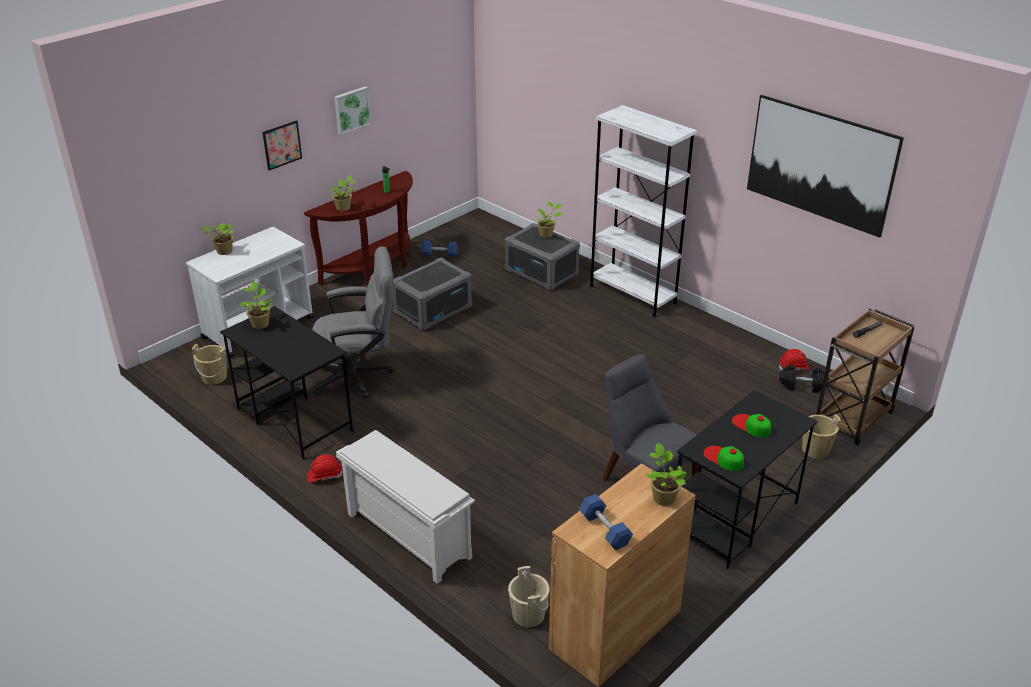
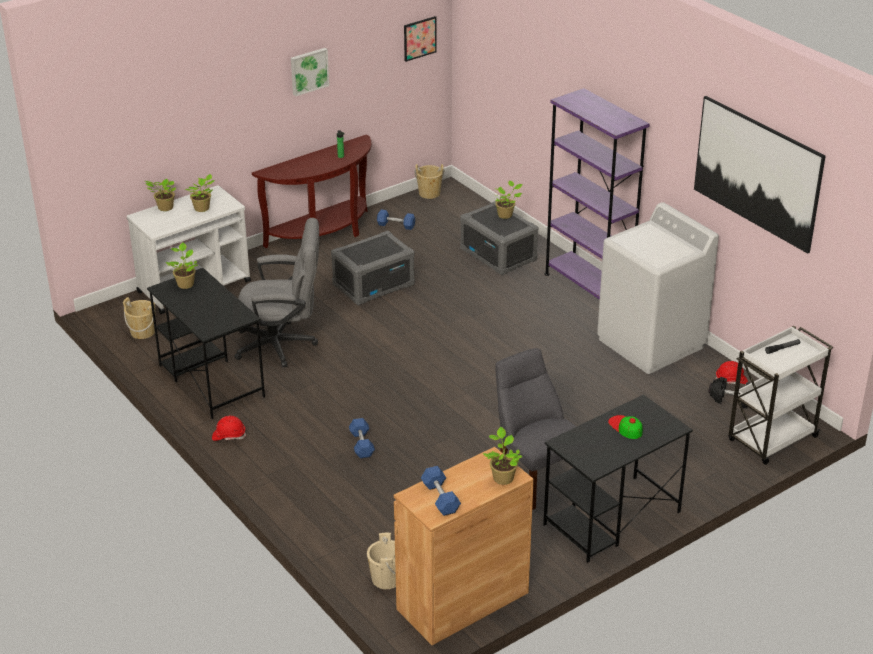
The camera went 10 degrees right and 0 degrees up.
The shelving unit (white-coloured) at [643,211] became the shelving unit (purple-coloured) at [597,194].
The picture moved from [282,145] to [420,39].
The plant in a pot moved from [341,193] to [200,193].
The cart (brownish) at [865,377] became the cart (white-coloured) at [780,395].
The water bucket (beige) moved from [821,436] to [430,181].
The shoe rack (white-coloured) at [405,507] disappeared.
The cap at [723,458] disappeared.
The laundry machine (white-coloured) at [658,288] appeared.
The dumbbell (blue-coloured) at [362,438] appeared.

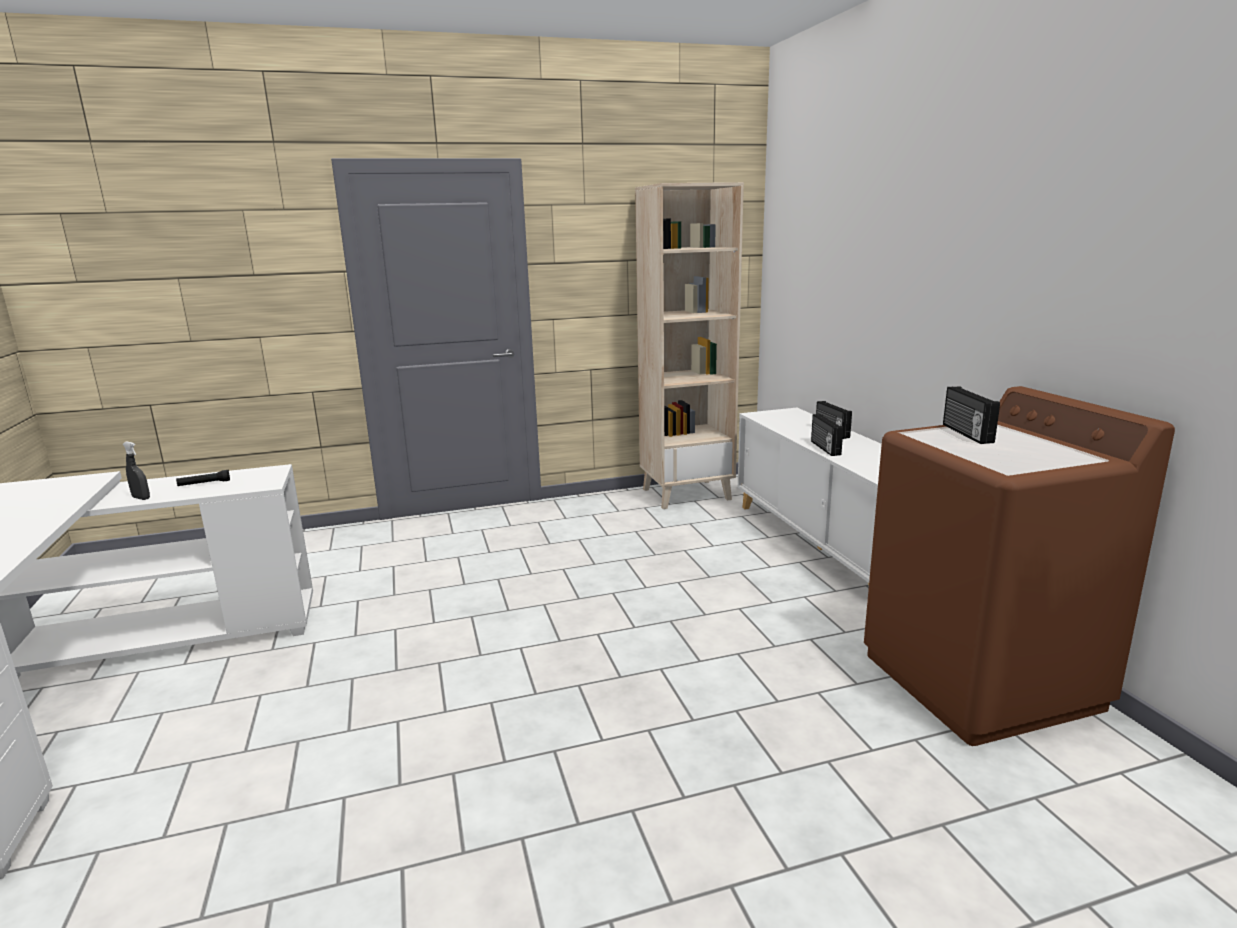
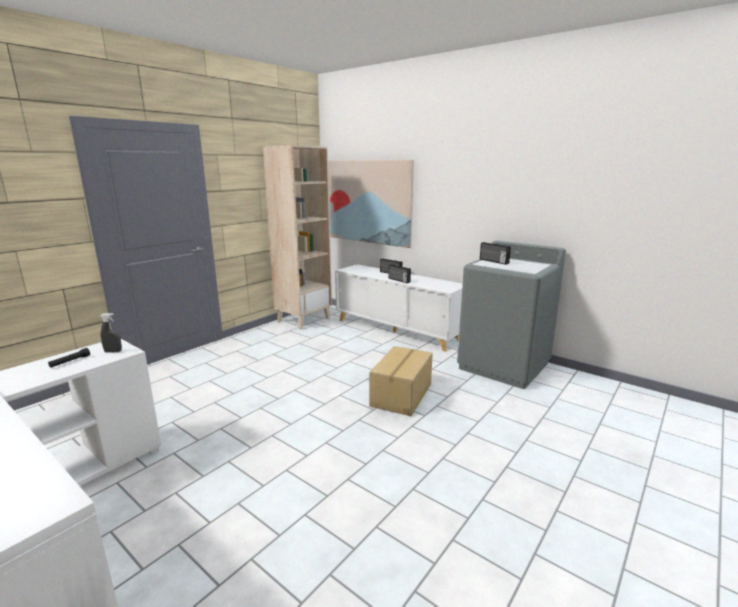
The camera went 35 degrees left and 0 degrees up.
The laundry machine (brownish) at [1019,566] became the laundry machine (gray) at [511,315].
The spray bottle (gray) moved from [136,470] to [111,333].
The picture at [371,204] appeared.
The cardboard box at [401,381] appeared.

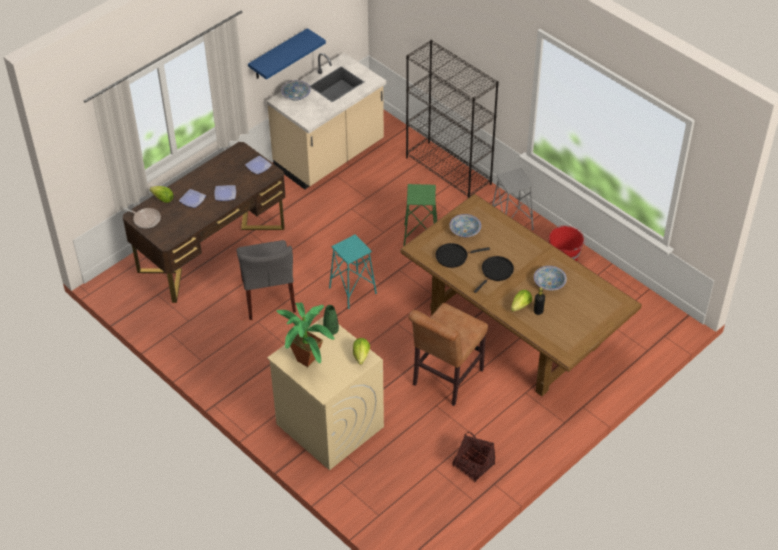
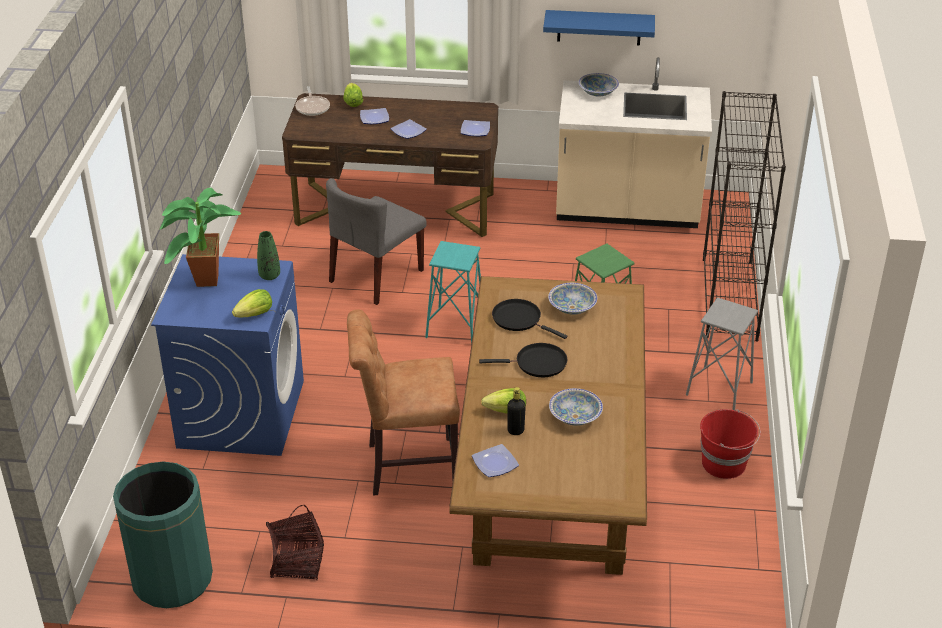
The camera went 50 degrees right and 10 degrees down.
The laundry machine (beige) at [325,393] became the laundry machine (blue-coloured) at [227,355].
The flat dish at [495,460] appeared.
The waste bin (green) at [163,535] appeared.

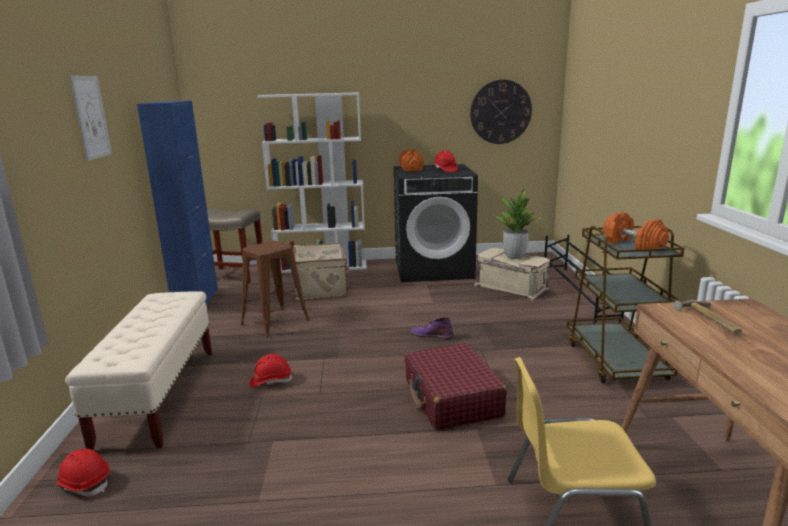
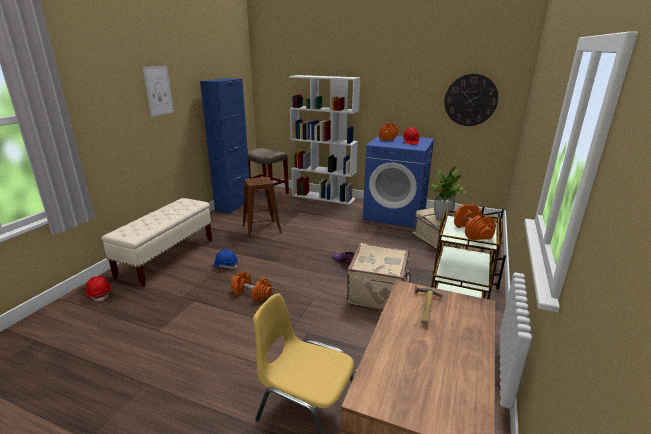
The camera went 25 degrees right and 5 degrees up.
The laundry machine (blackish) at [436,223] became the laundry machine (blue-coloured) at [398,181].
The travel case (beige) moved from [321,271] to [379,276].
The travel case (red) at [456,386] disappeared.
The work helmet (red) at [271,371] became the work helmet (blue-coloured) at [225,259].
The dumbbell (orange-coloured) at [251,286] appeared.

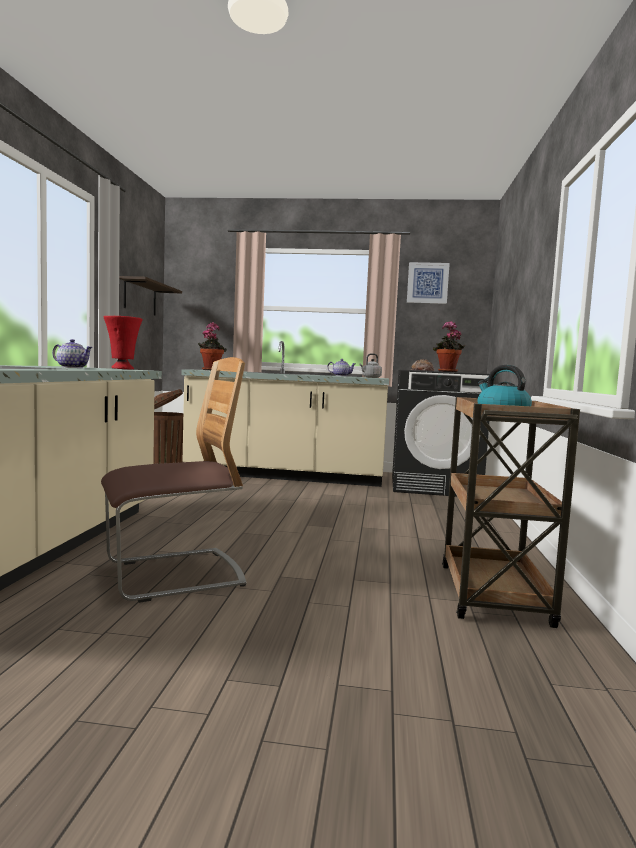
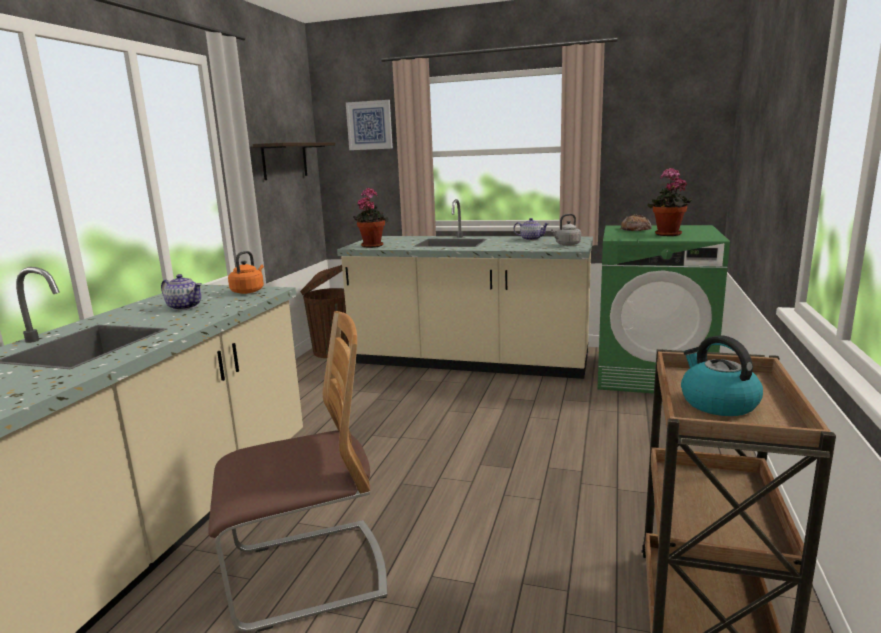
The camera went 10 degrees right and 10 degrees up.
The picture moved from [428,283] to [369,125].
The flower vase (red) at [123,342] was replaced by the water kettle (orange-coloured) at [246,272].
The laundry machine (blackish) at [441,433] became the laundry machine (green) at [664,309].

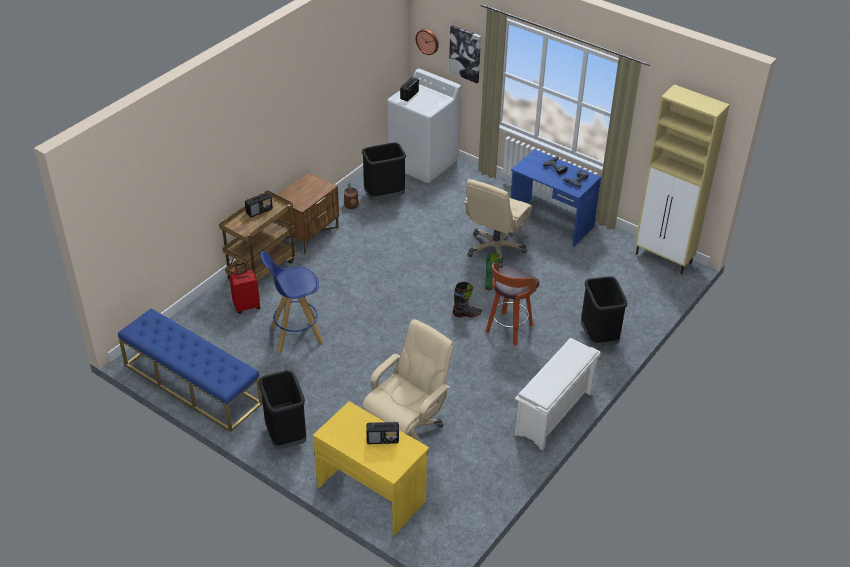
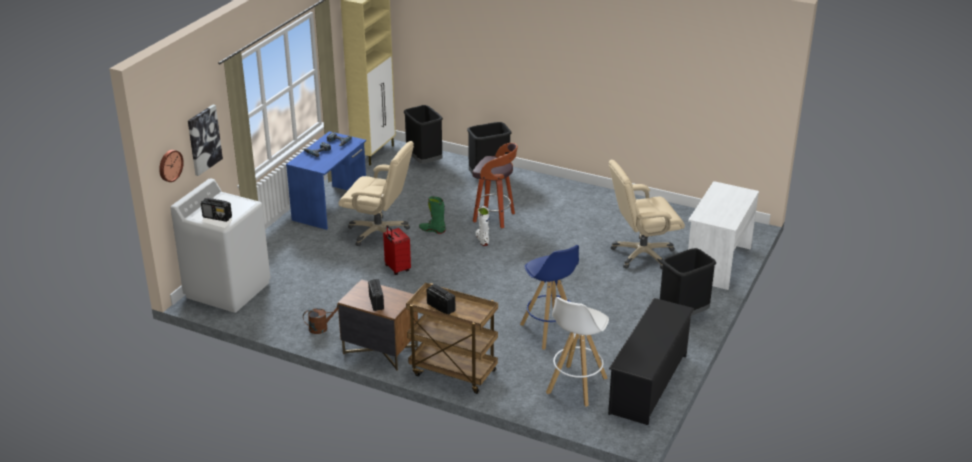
The camera went 100 degrees left and 10 degrees down.
The waste bin (blackish) moved from [384,171] to [423,134].
The travel case (red) moved from [245,288] to [397,250].
The boot (blackish) at [467,299] became the boot (white-coloured) at [482,226].
The long seat (blue-coloured) at [190,370] was replaced by the shoe rack (blackish) at [651,361].
The desk chair (beige) at [407,387] turned 45 degrees counterclockwise.
The shoe rack (white-coloured) at [558,394] disappeared.
The desk unit (yellowish) at [371,468] became the desk unit (white-coloured) at [723,235].
The radio receiver moved from [382,433] to [376,295].
The stool (white-coloured) at [577,352] appeared.

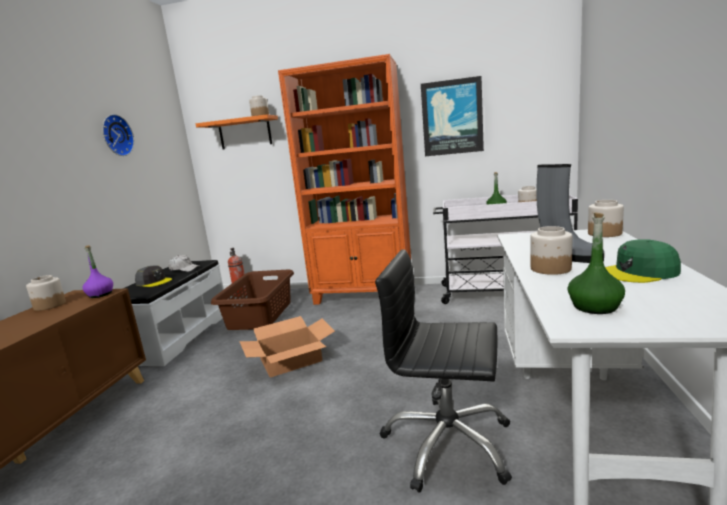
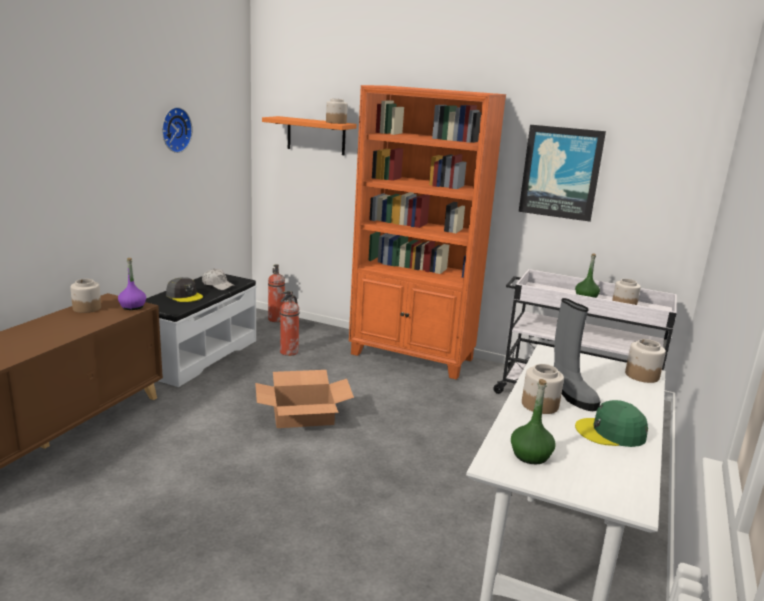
The camera went 10 degrees right and 5 degrees up.
The desk chair (blackish) at [443,371] disappeared.
The washing basket (brownish) at [252,300] was replaced by the fire extinguisher at [289,323].

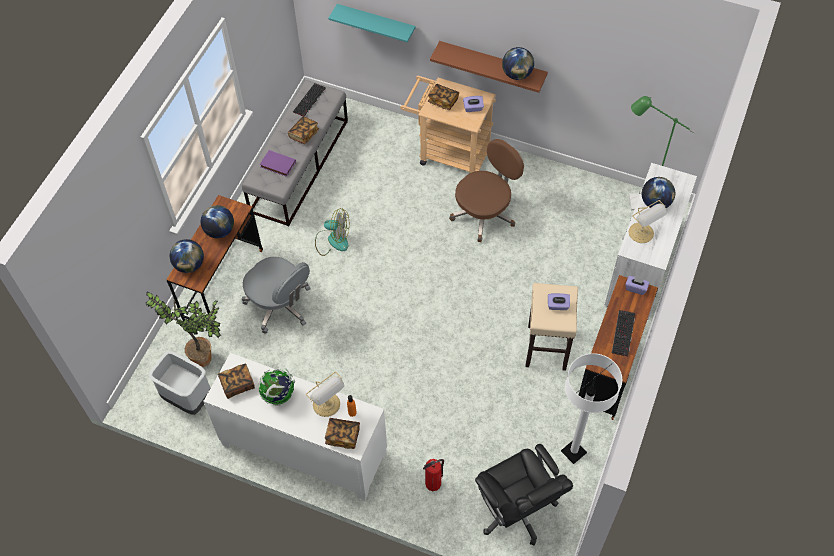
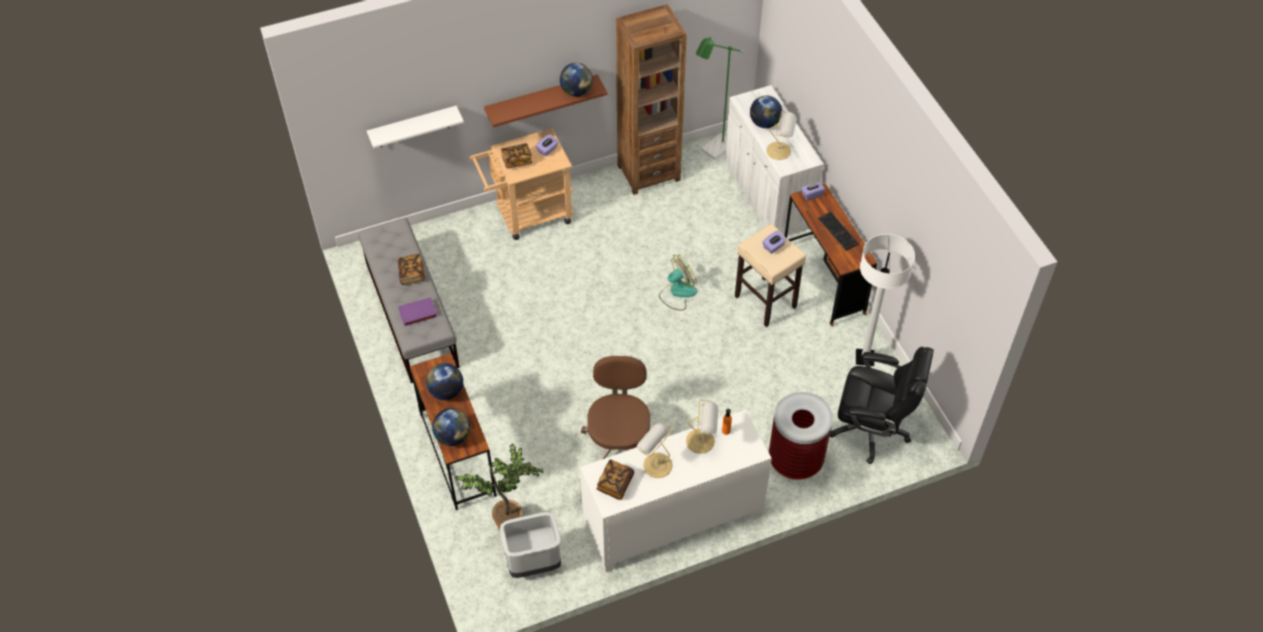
The camera went 45 degrees left and 5 degrees down.
The shelf (blue-green) at [372,23] became the shelf (white-coloured) at [415,127].
The computer keyboard at [309,100] disappeared.
The desk chair (brownish) moved from [486,190] to [616,408].
The cooling fan moved from [332,232] to [678,283].
The desk chair (gray) at [276,295] disappeared.
The desk globe at [276,387] was replaced by the tabletop lamp at [655,450].
The bound book at [342,433] disappeared.
The fire extinguisher at [433,475] was replaced by the waste bin at [801,436].
The shelving unit (brownish) at [651,99] appeared.

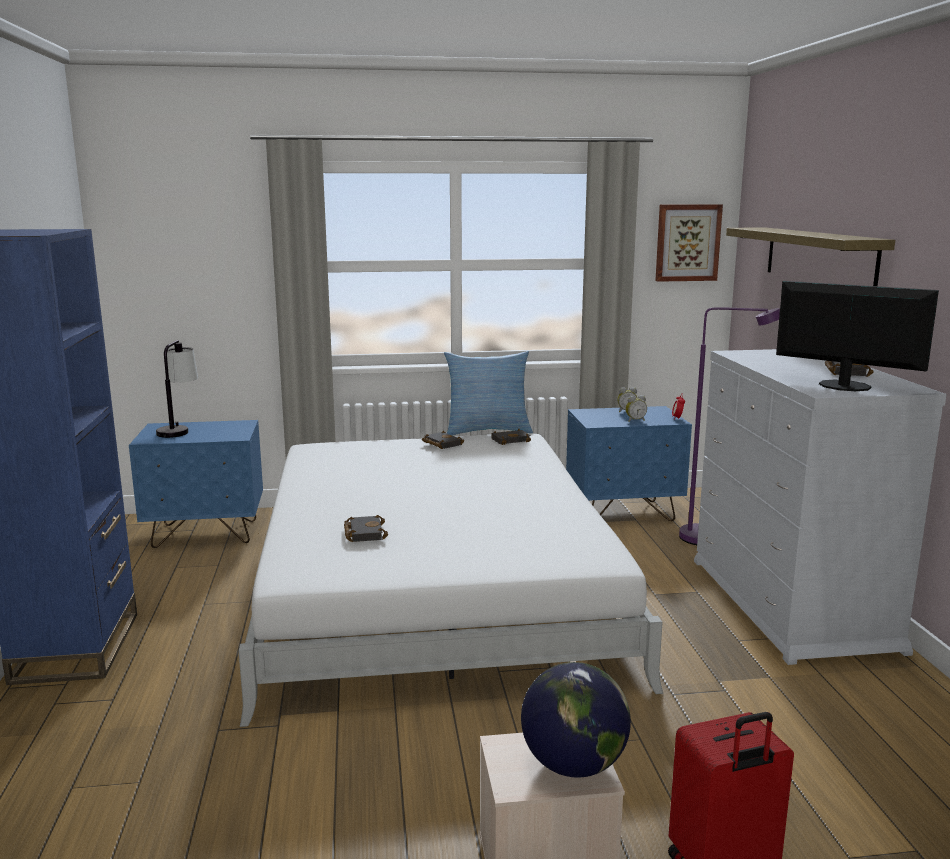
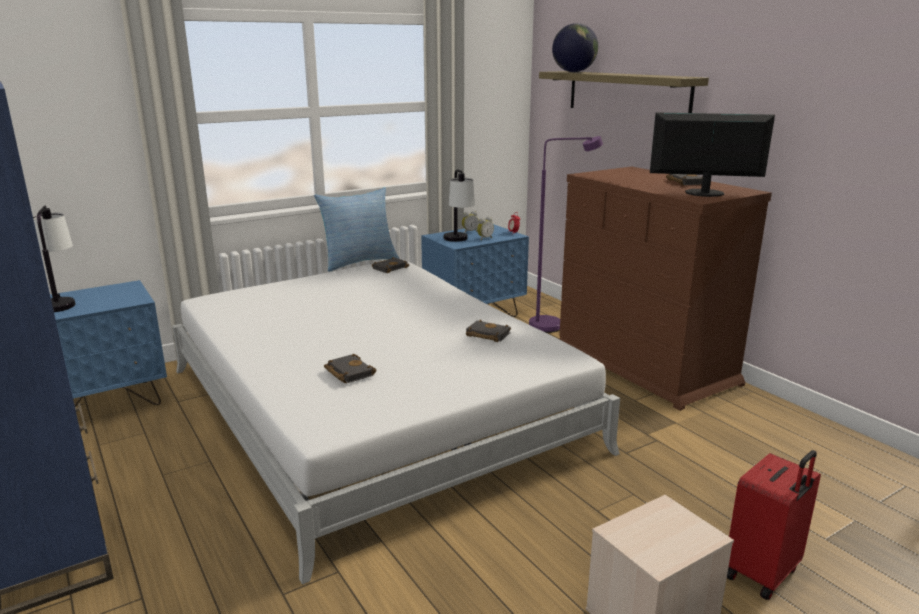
The camera went 25 degrees left and 5 degrees up.
The picture at [689,243] disappeared.
The drawer chest (white-coloured) at [820,507] became the drawer chest (brownish) at [665,289].
The bound book (blackish) moved from [443,440] to [488,331].
The desk globe moved from [576,720] to [575,47].
The tabletop lamp at [459,205] appeared.

